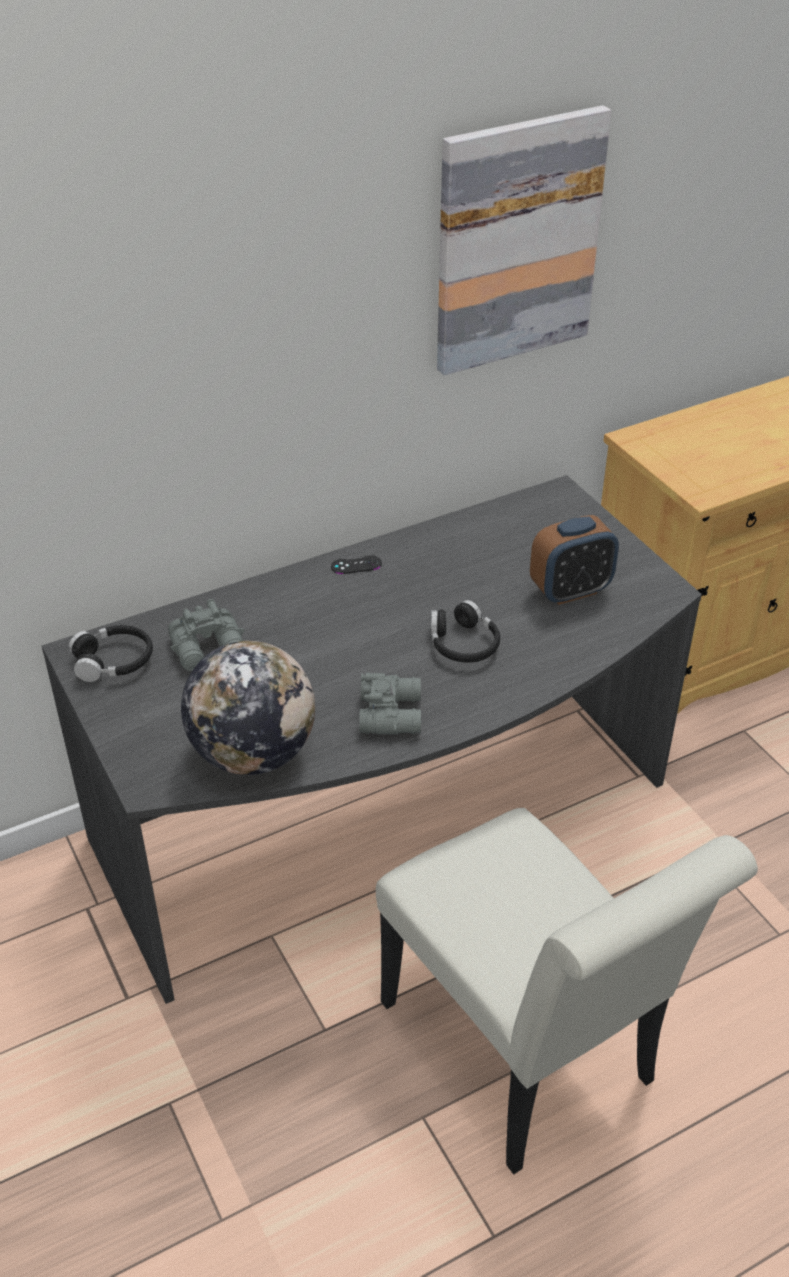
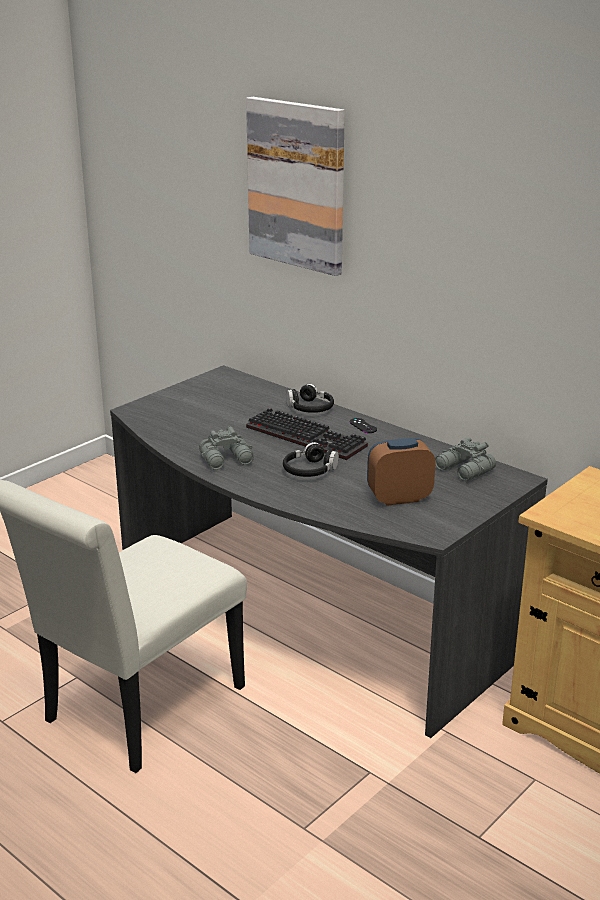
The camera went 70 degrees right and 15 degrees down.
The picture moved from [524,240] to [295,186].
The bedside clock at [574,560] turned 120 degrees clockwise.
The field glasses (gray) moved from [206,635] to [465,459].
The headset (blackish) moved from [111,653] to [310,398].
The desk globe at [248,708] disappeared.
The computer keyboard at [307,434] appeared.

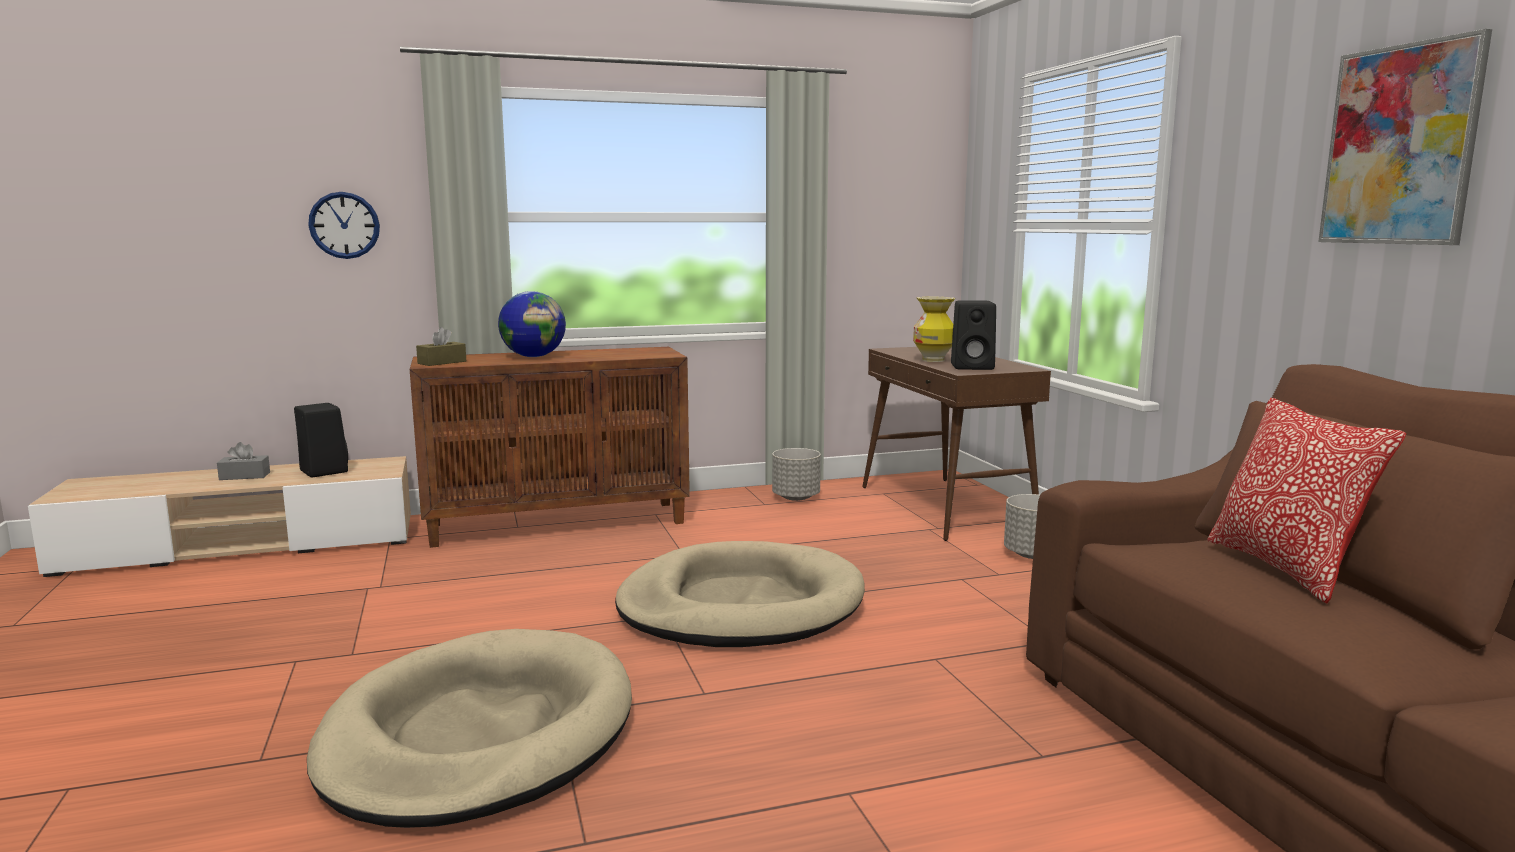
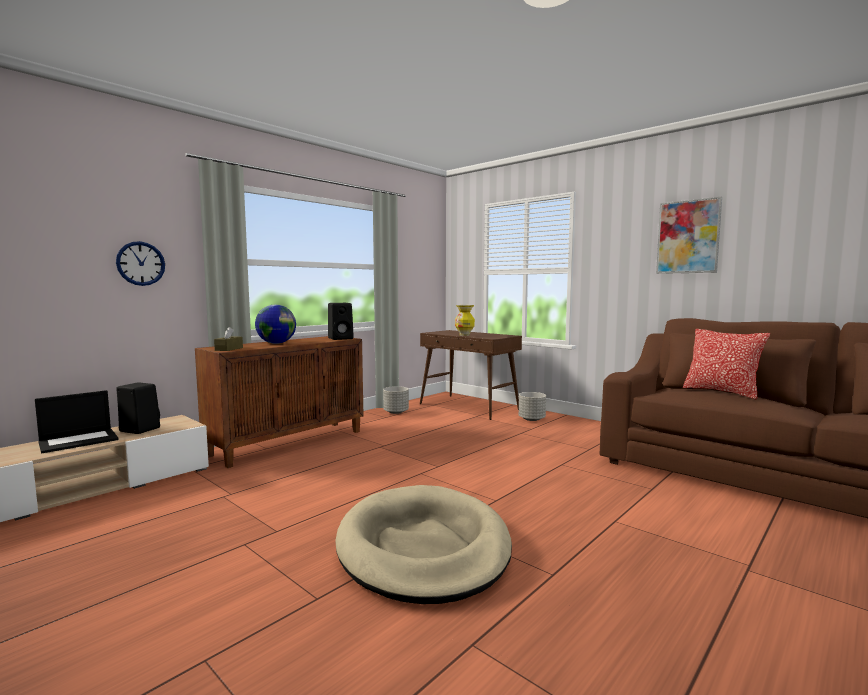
The camera went 30 degrees left and 5 degrees down.
The speaker (blackish) moved from [973,335] to [341,321].
The tissue box (gray) at [243,461] was replaced by the laptop at [76,421].
The pet bed (beige) at [740,594] disappeared.

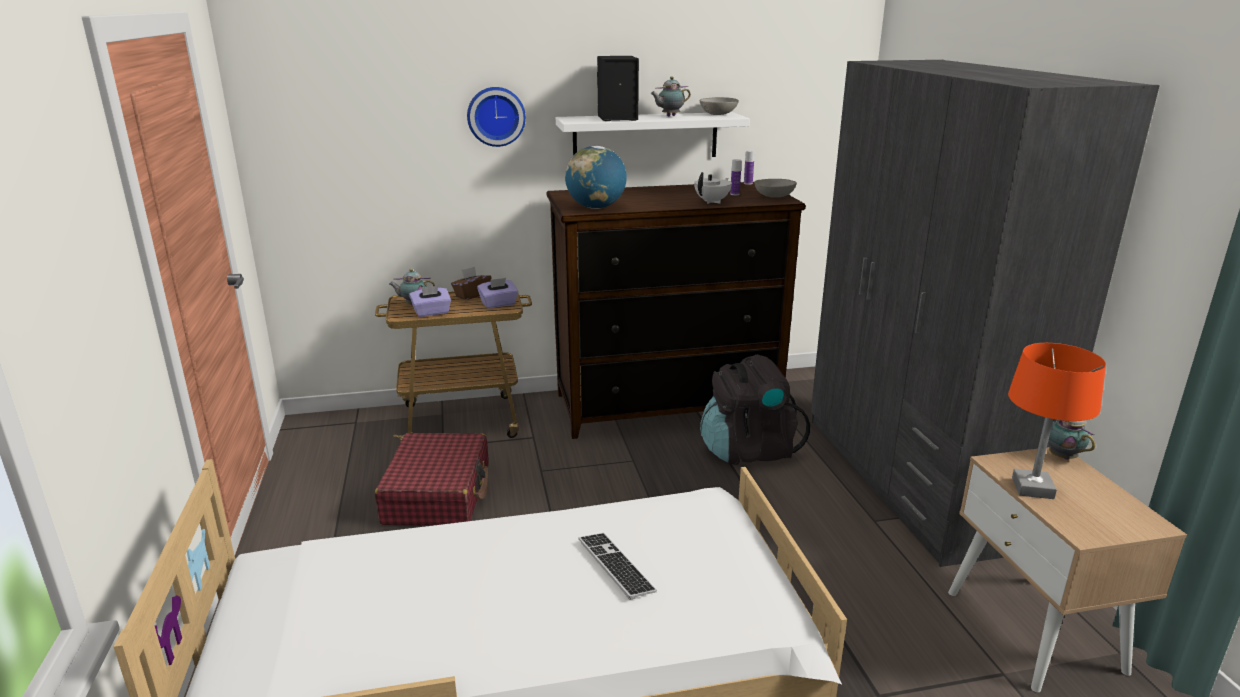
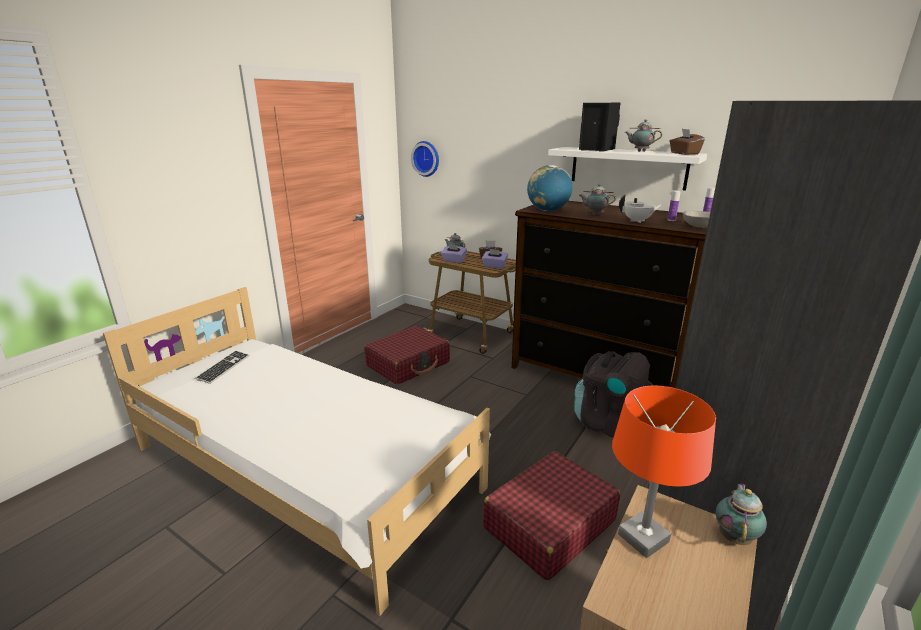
The camera went 45 degrees right and 0 degrees up.
The hanging clock moved from [496,117] to [425,159].
The bowl (gray) at [719,106] was replaced by the tissue box (brownish) at [687,142].
The computer keyboard moved from [617,566] to [222,367].
The pot for tea at [597,199] appeared.
The travel case (red) at [551,516] appeared.

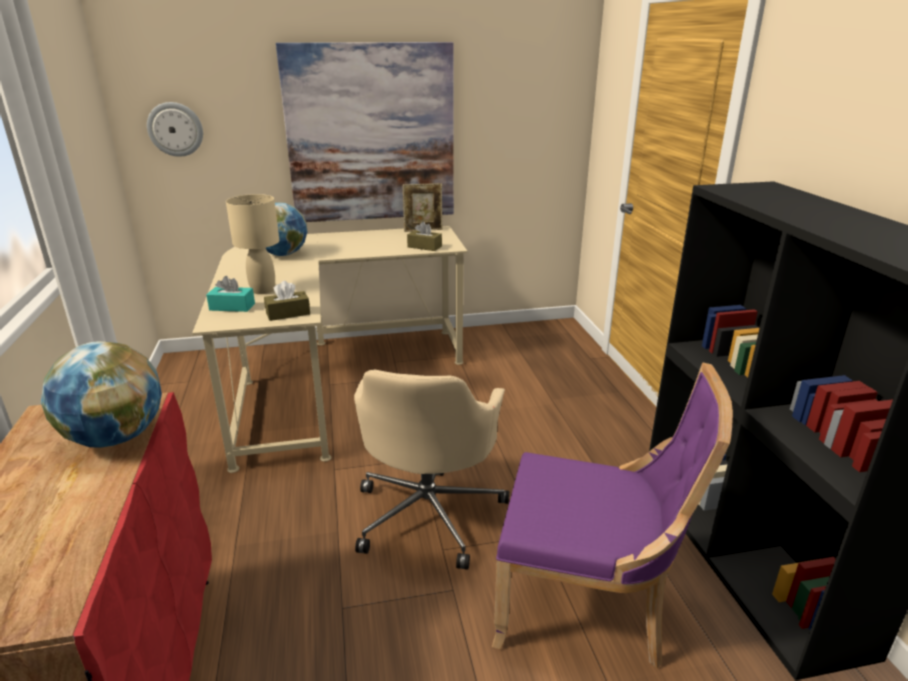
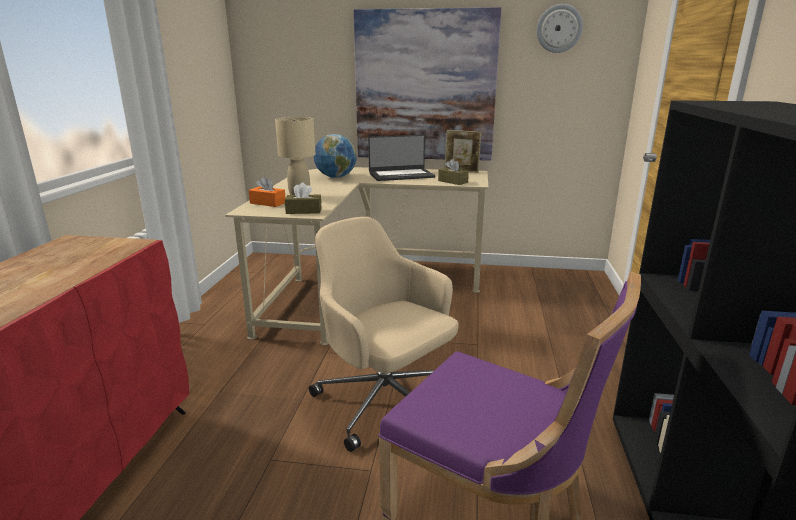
The camera went 20 degrees right and 5 degrees down.
The hanging clock moved from [175,129] to [559,28].
The tissue box (blue-green) at [230,294] became the tissue box (orange-coloured) at [267,191].
The desk globe at [101,394] disappeared.
The desk chair (beige) at [431,469] turned 105 degrees clockwise.
The laptop at [401,158] appeared.

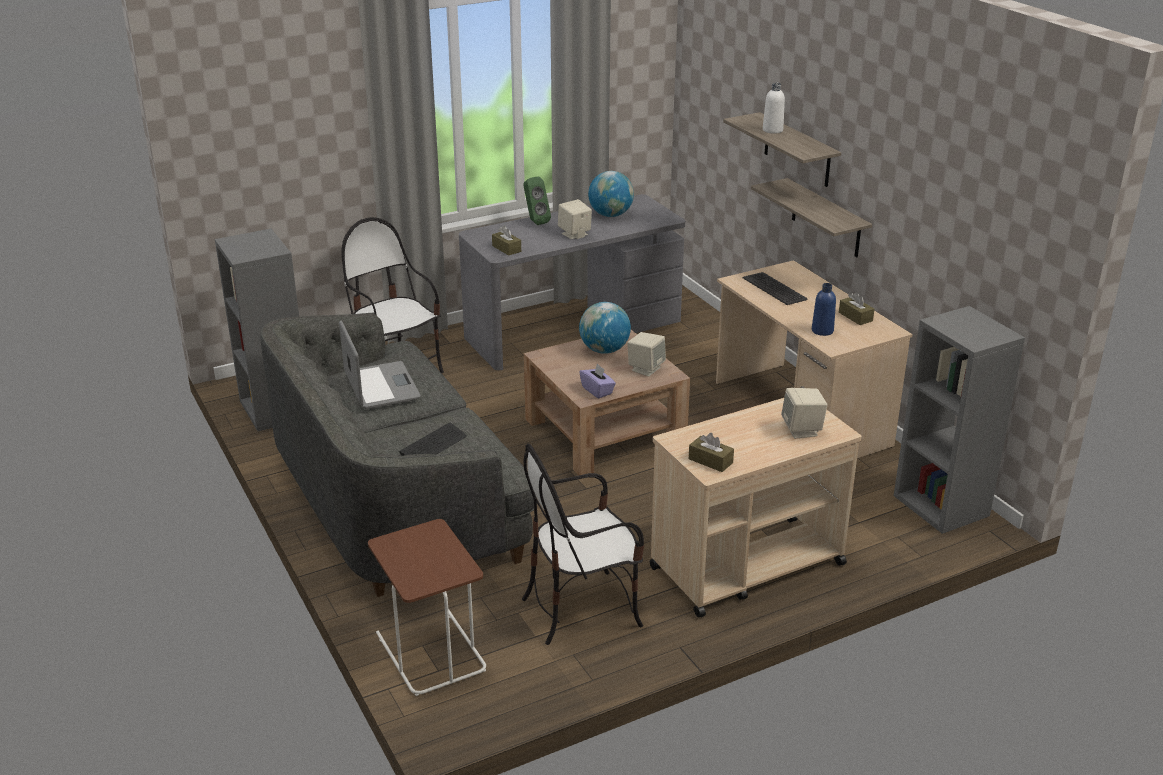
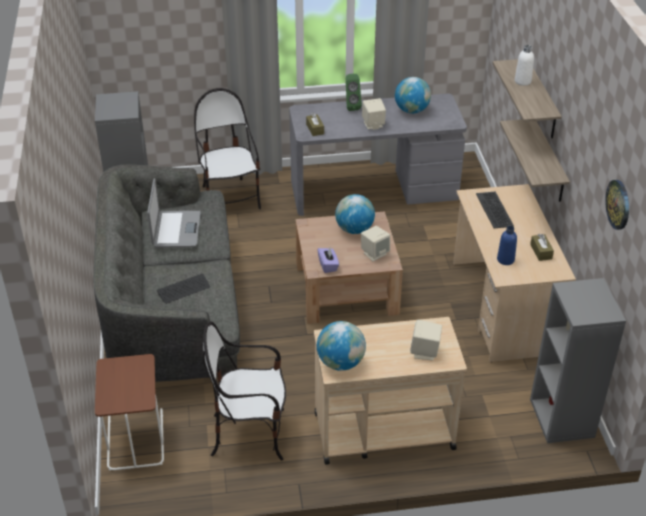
The camera went 20 degrees right and 10 degrees up.
The tissue box (brownish) at [711,452] was replaced by the desk globe at [341,346].
The hanging clock at [617,205] appeared.

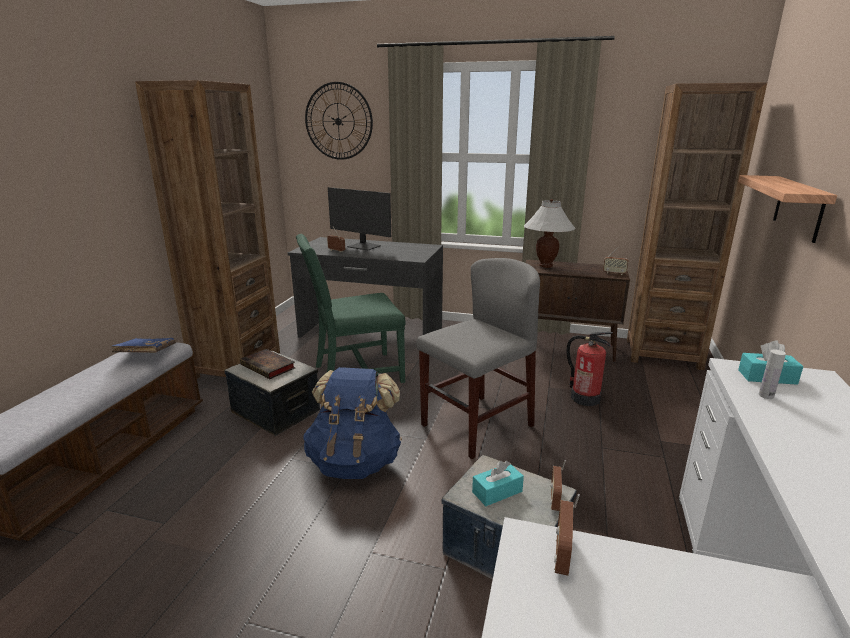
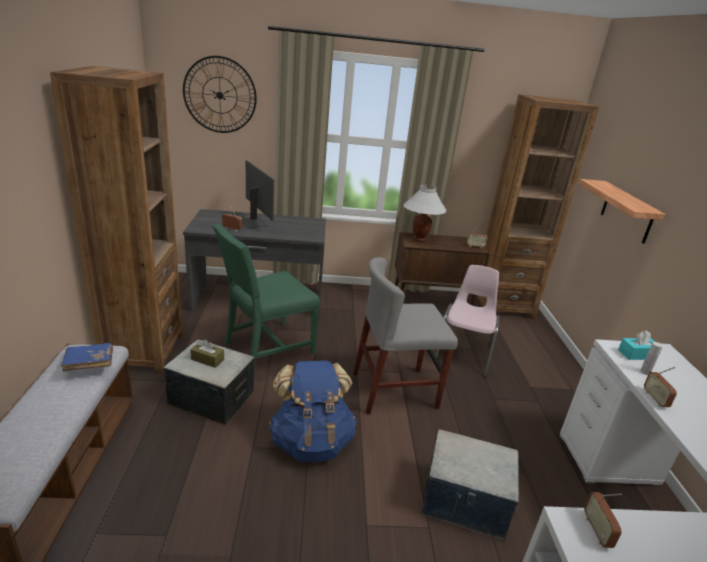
The camera went 20 degrees left and 5 degrees up.
The computer screen at [359,218] turned 135 degrees counterclockwise.
The plain chair (gray) at [478,358] turned 135 degrees counterclockwise.
The fire extinguisher at [589,369] was replaced by the plain chair (pink-coloured) at [467,321].
The bound book at [267,364] was replaced by the tissue box (brownish) at [207,354].
The radio receiver moved from [558,485] to [660,387].
The tissue box (blue-green) at [498,483] disappeared.

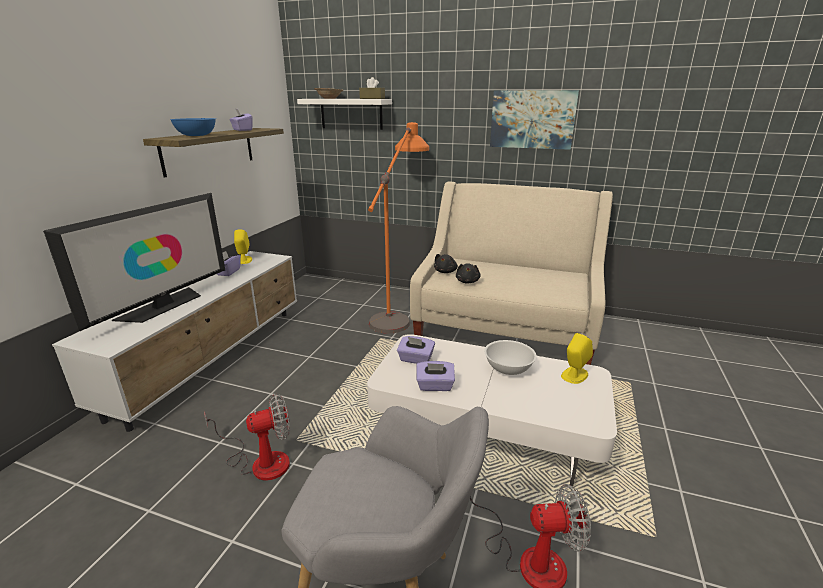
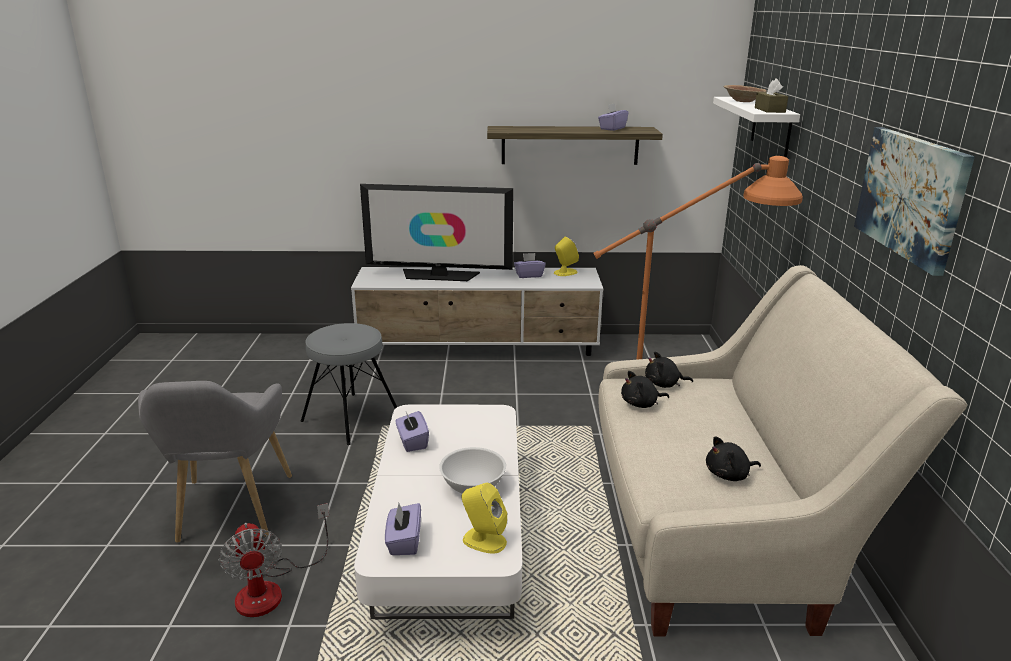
The camera went 70 degrees right and 0 degrees up.
The bowl (blue-coloured) at [193,127] disappeared.
The tissue box (purple-coloured) moved from [416,350] to [403,529].
The cooling fan at [247,437] was replaced by the stool (gray) at [348,384].
The cuddly toy (blackish) at [733,459] appeared.

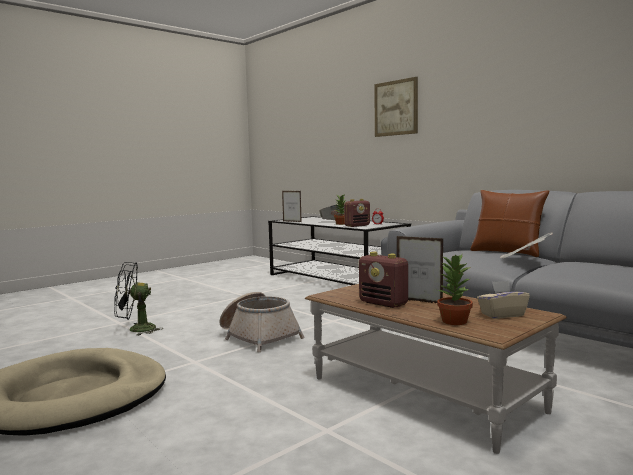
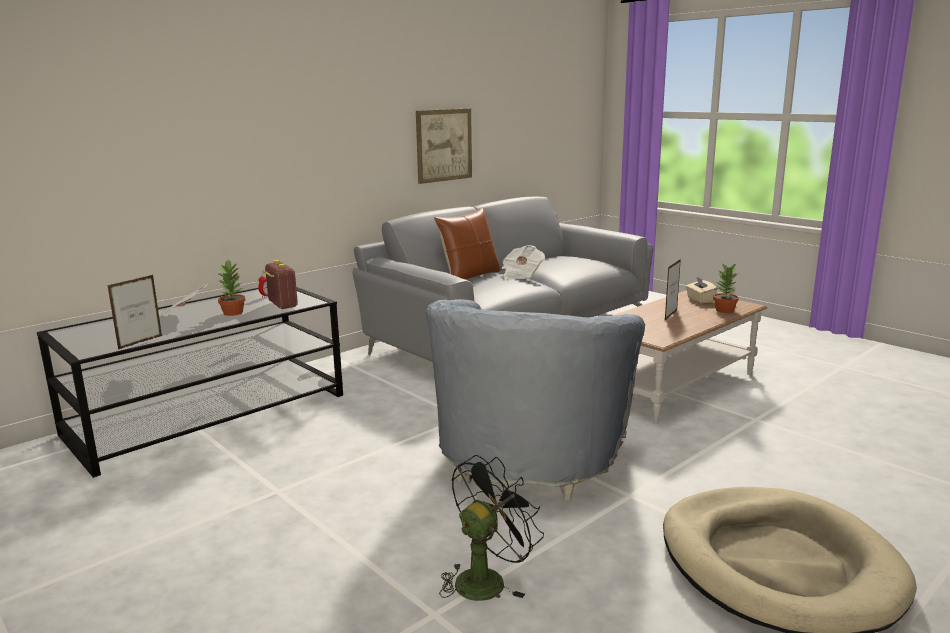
The camera went 90 degrees left and 10 degrees up.
The picture moved from [396,107] to [444,146].
The radio receiver at [383,280] disappeared.
The cooling fan (blackish) at [139,299] turned 120 degrees counterclockwise.
The storage basket at [261,322] was replaced by the lounge chair (gray) at [535,400].

